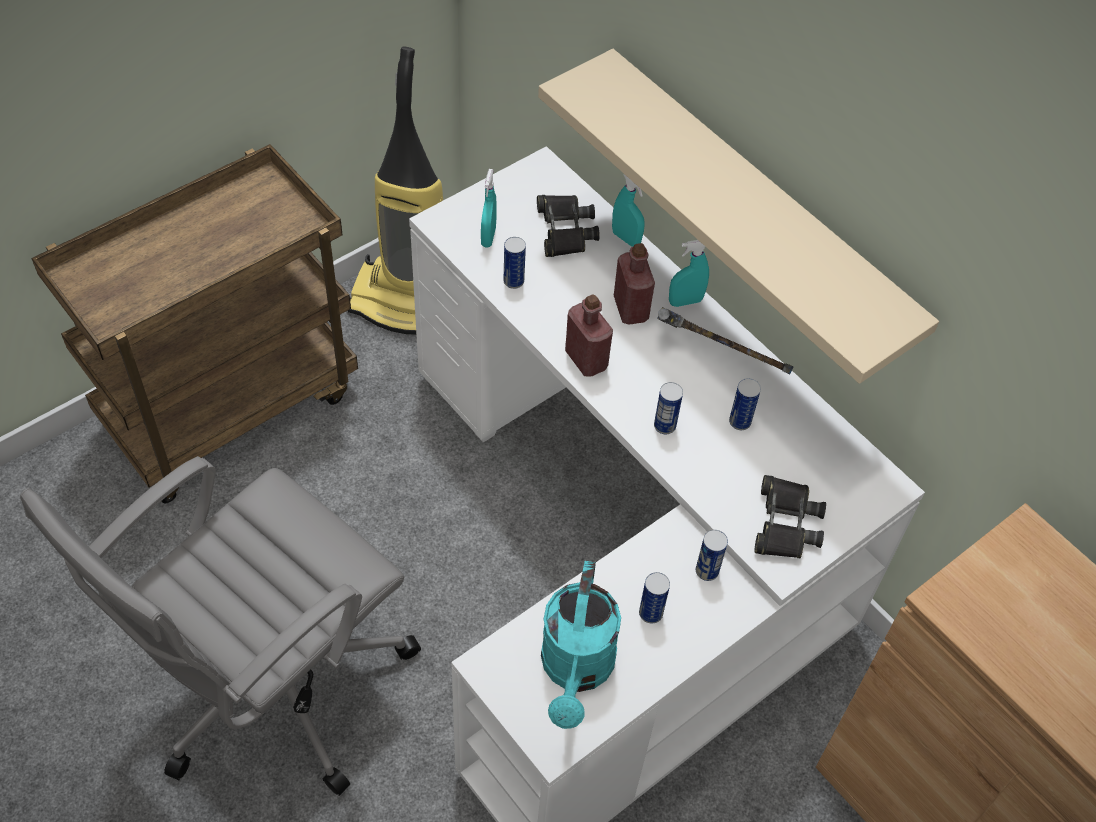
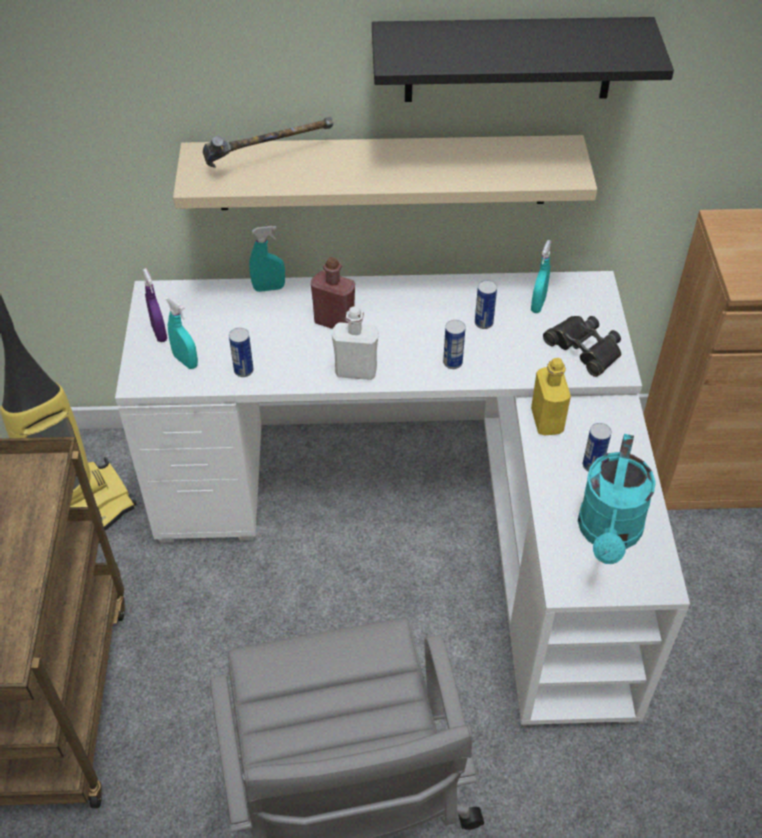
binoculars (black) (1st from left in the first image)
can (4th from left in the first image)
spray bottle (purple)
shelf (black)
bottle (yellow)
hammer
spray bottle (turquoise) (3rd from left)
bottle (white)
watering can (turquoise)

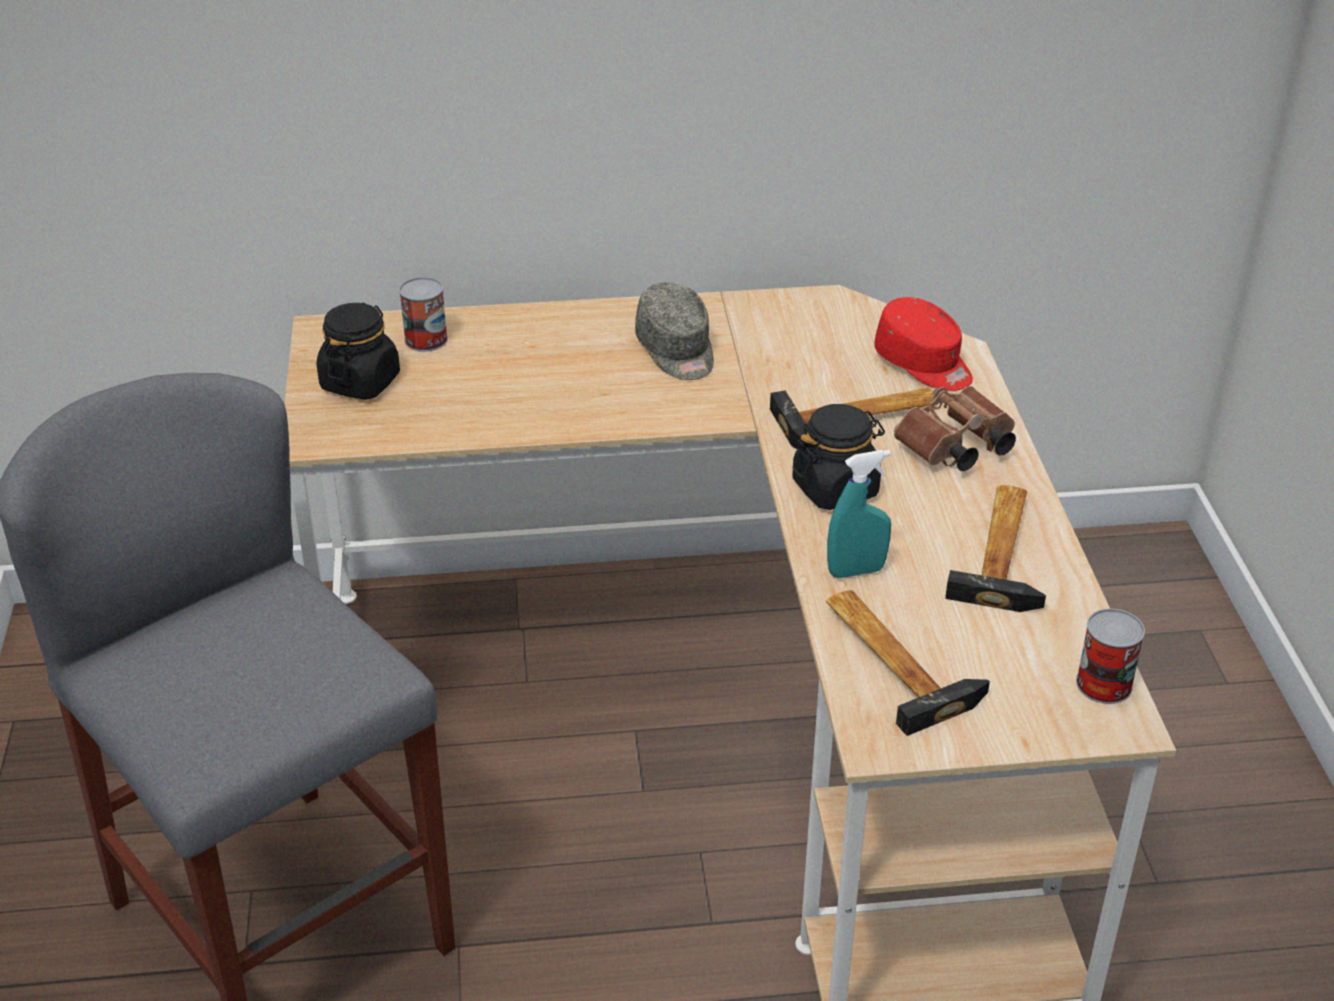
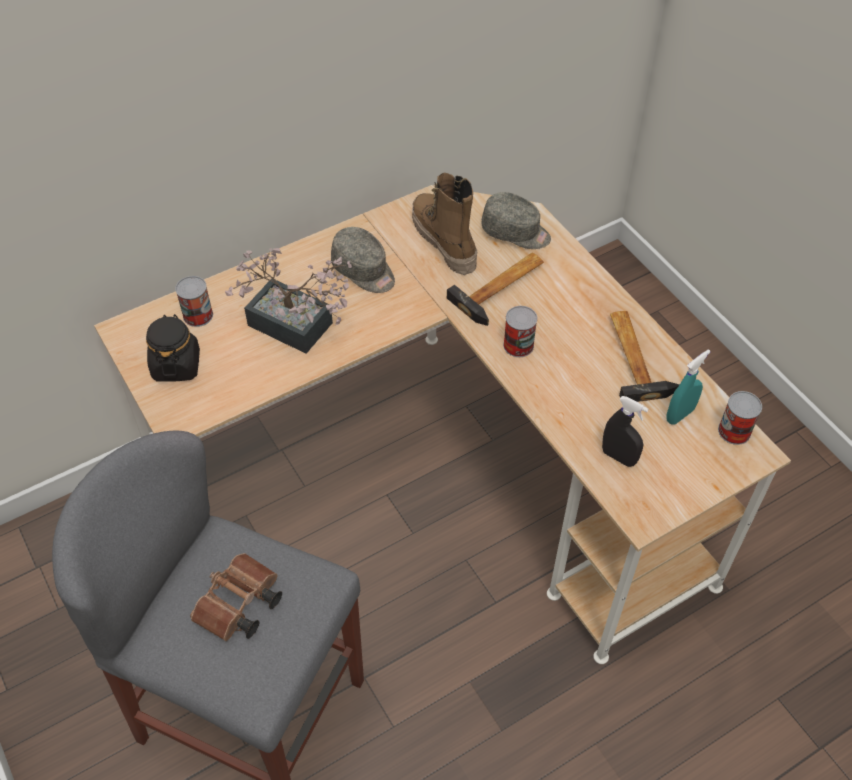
potted plant
boot
spray bottle (turquoise)
binoculars (brown)
can (2nd from left)
spray bottle (black)
cap (grey) (2nd from left)

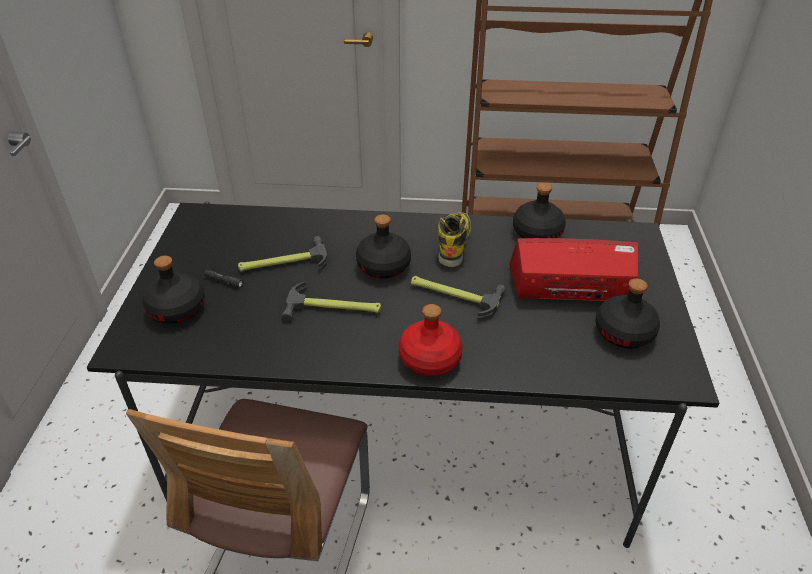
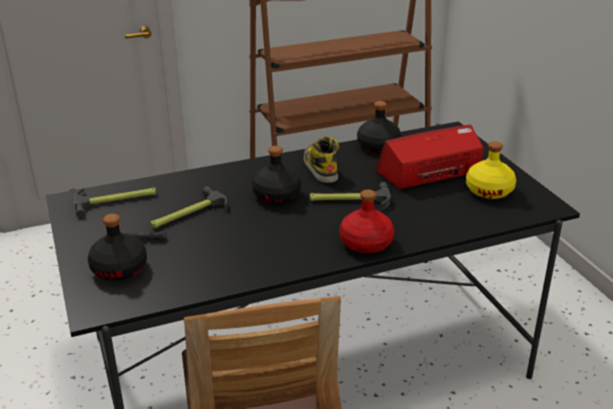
hammer (1st from left)
bottle (yellow)

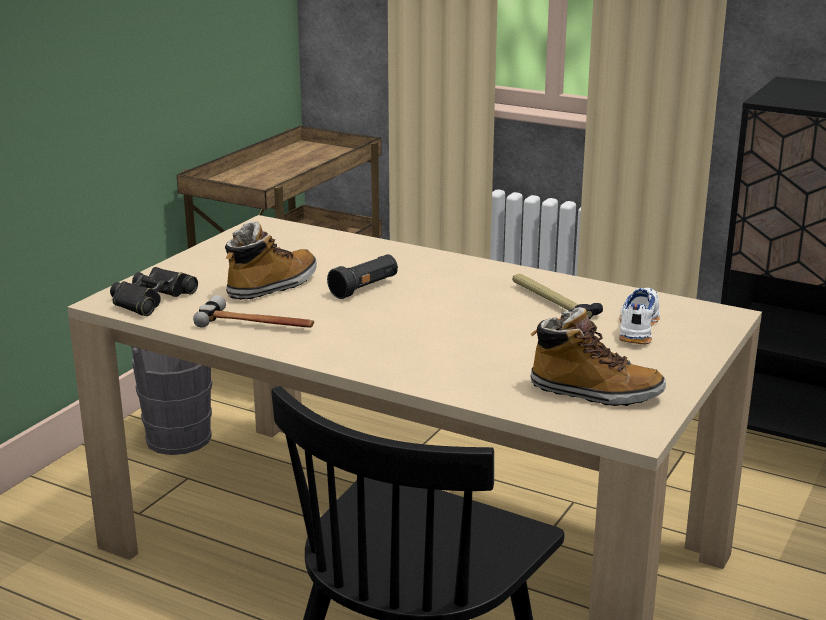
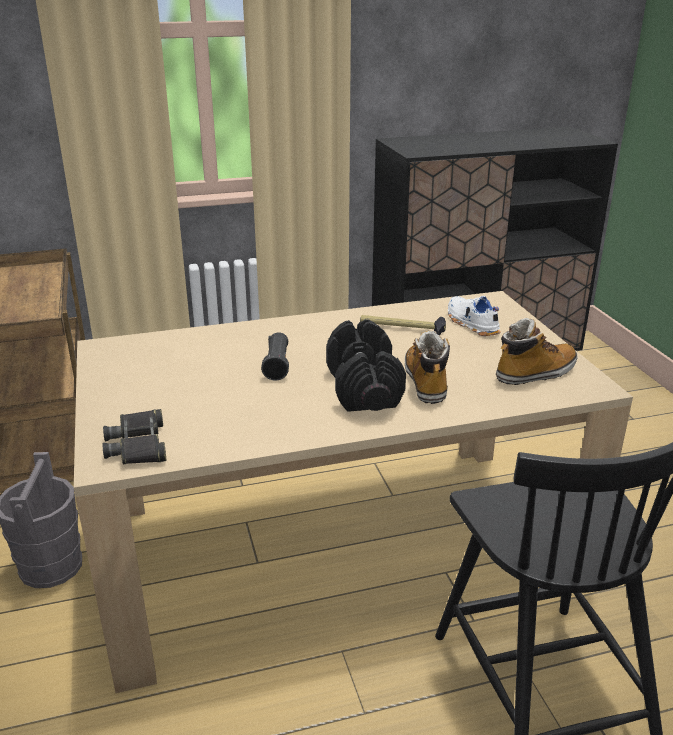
hammer (1st from left in the first image)
dumbbell (black)
boot (1st from left)

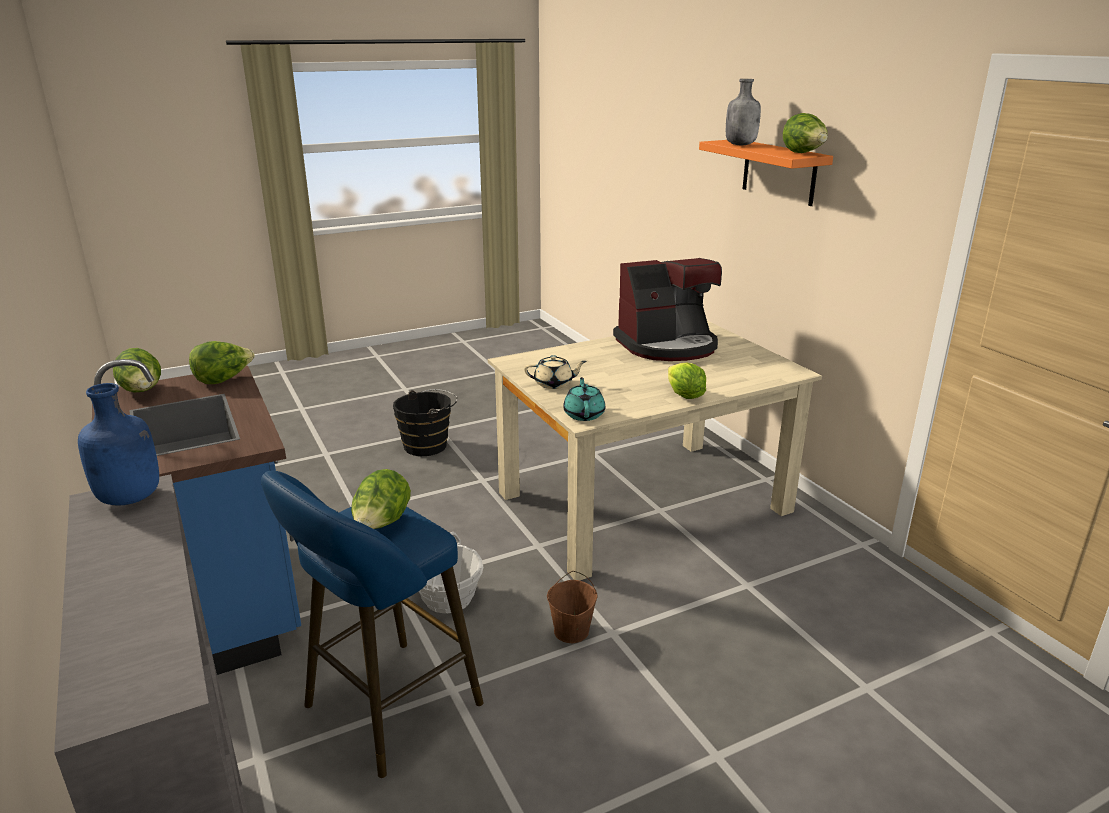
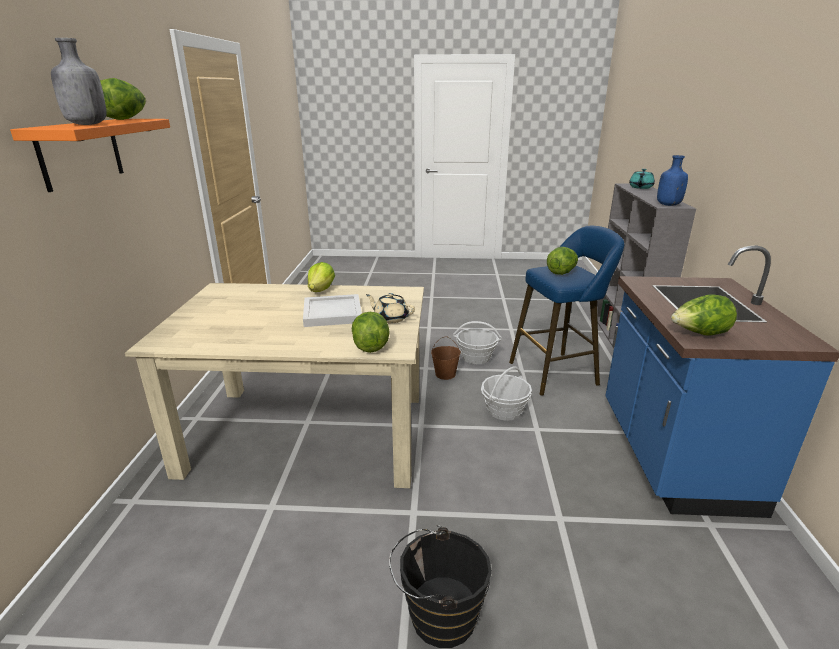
coffee machine
tray (white)
basket (1st from left)
lettuce (3rd from left)
teapot (turquoise)

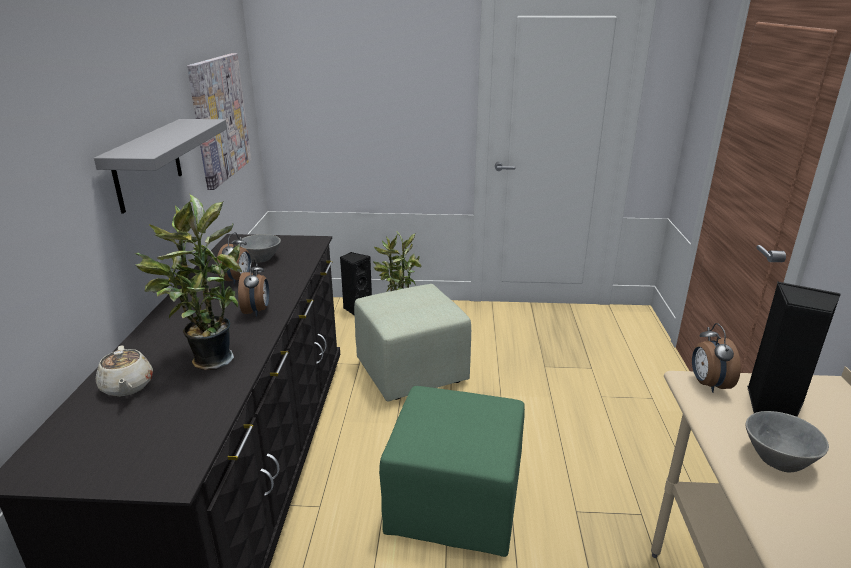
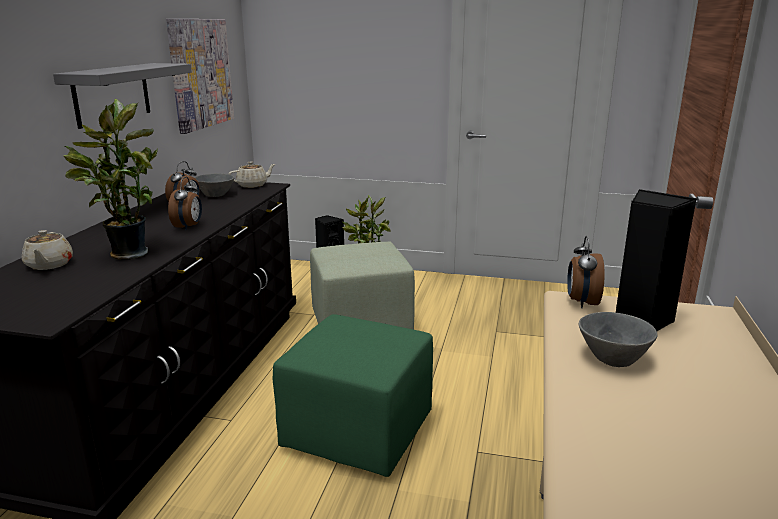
teapot (beige) (2nd from left)

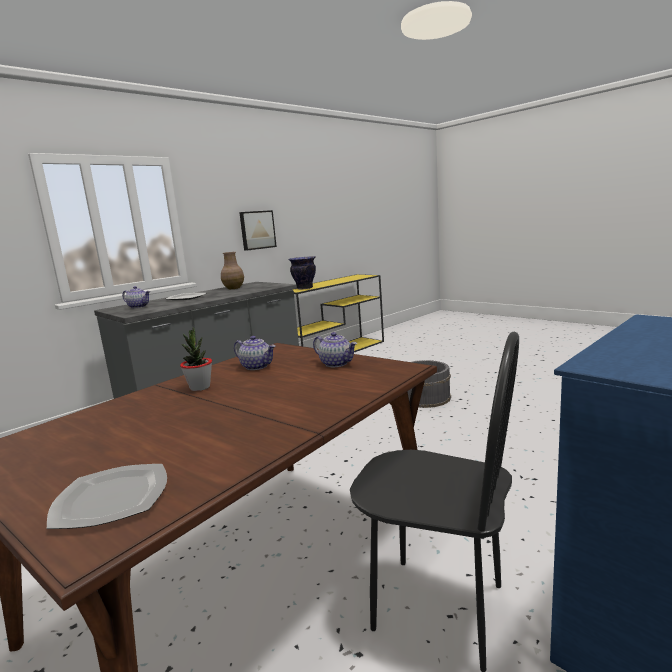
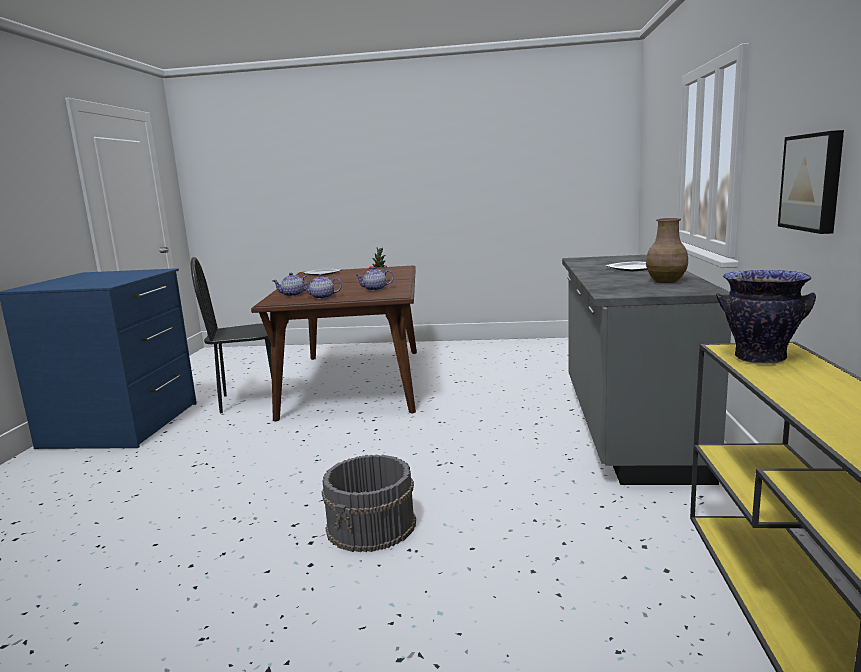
teapot (1st from left)

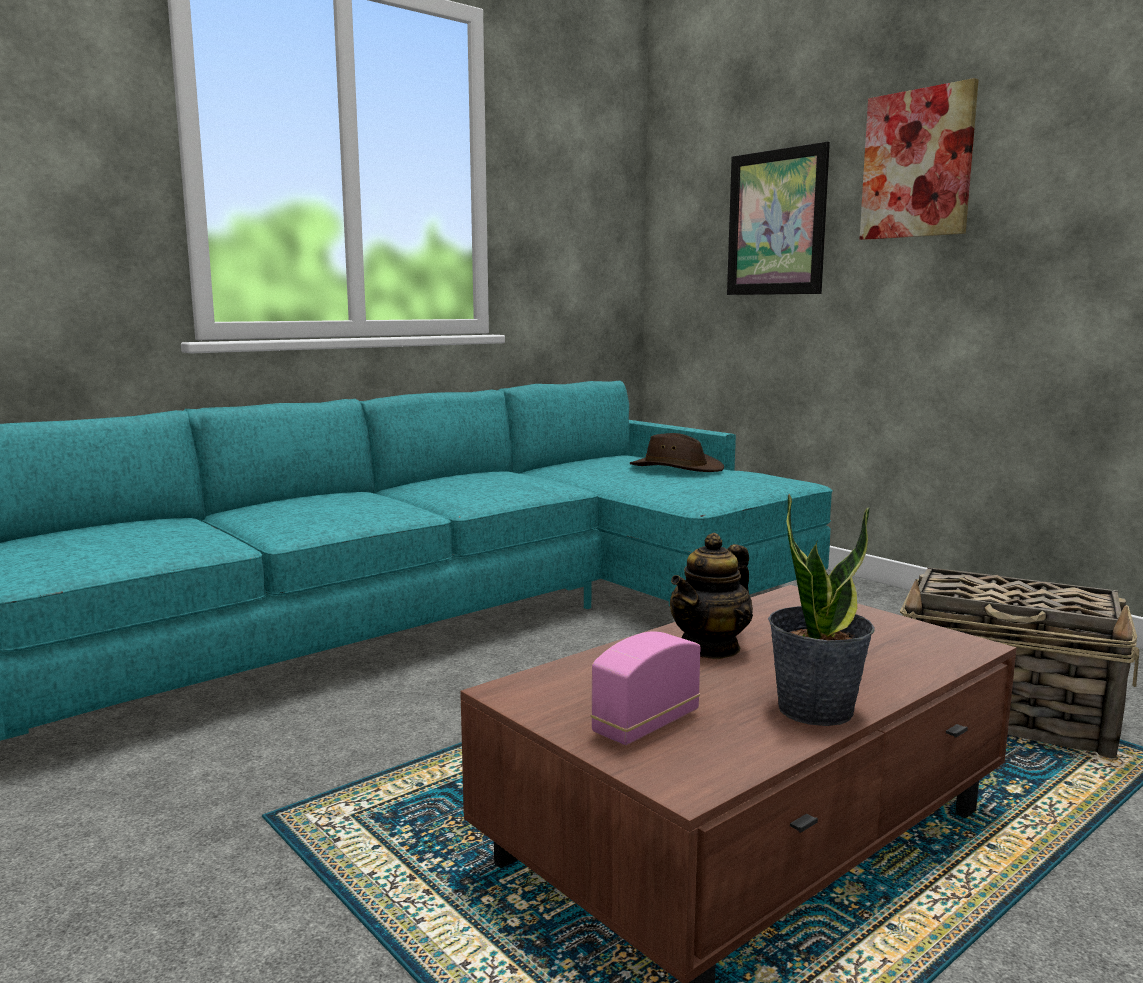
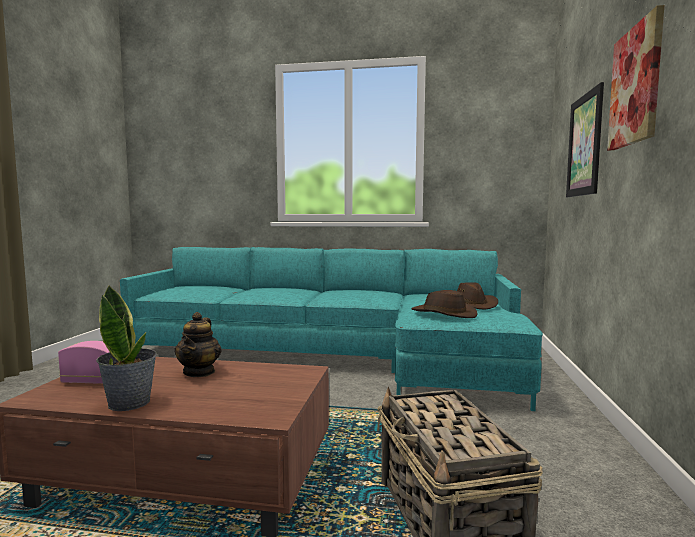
hat (brown) (1st from left)
teapot

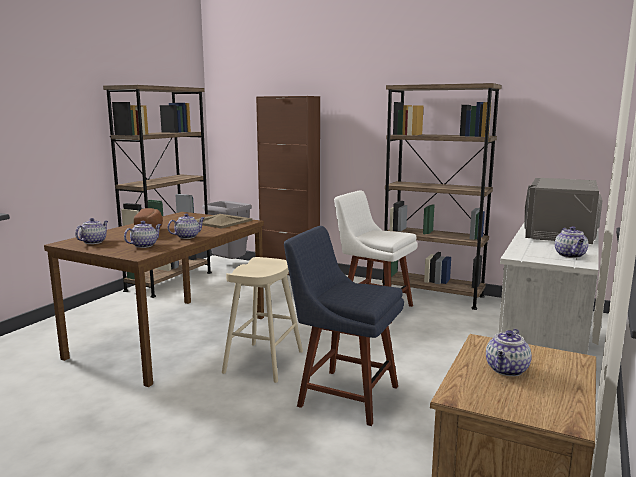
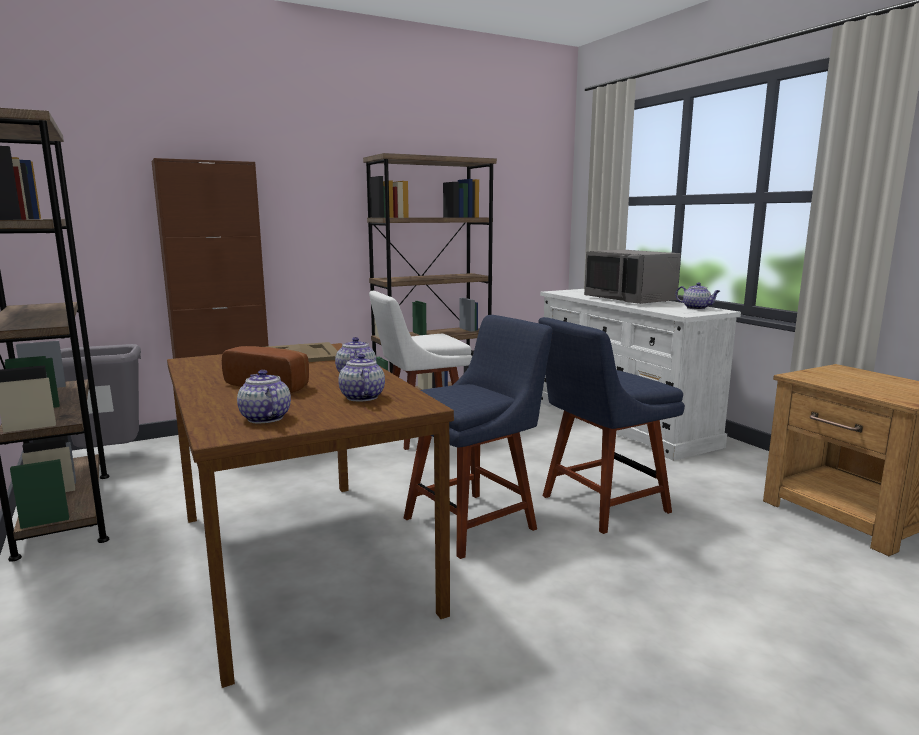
teapot (4th from left in the first image)
chair (blue) (1st from left)

